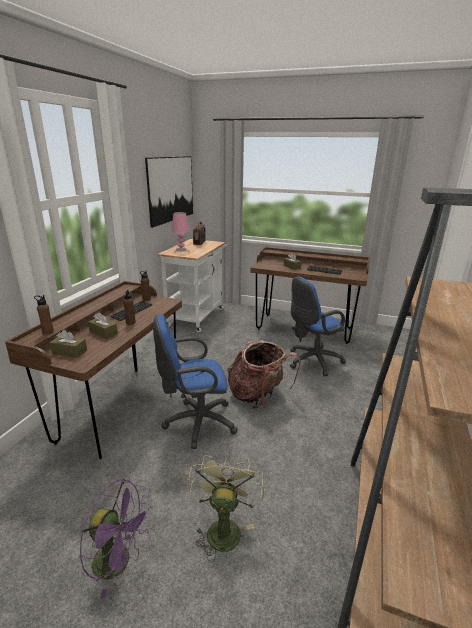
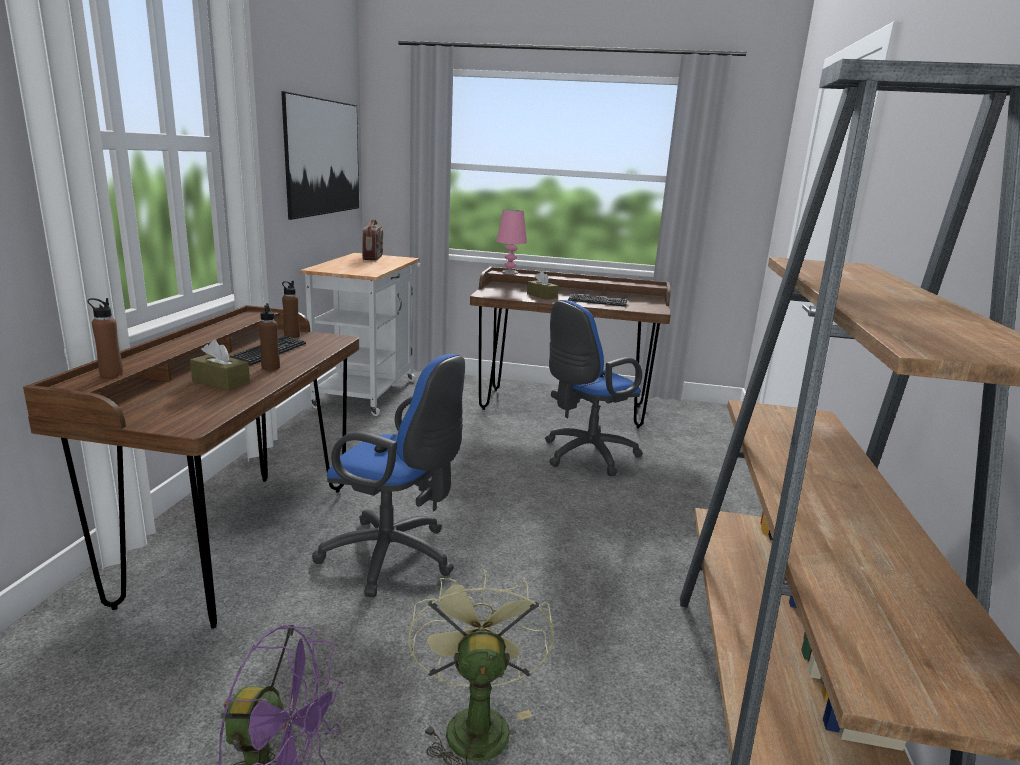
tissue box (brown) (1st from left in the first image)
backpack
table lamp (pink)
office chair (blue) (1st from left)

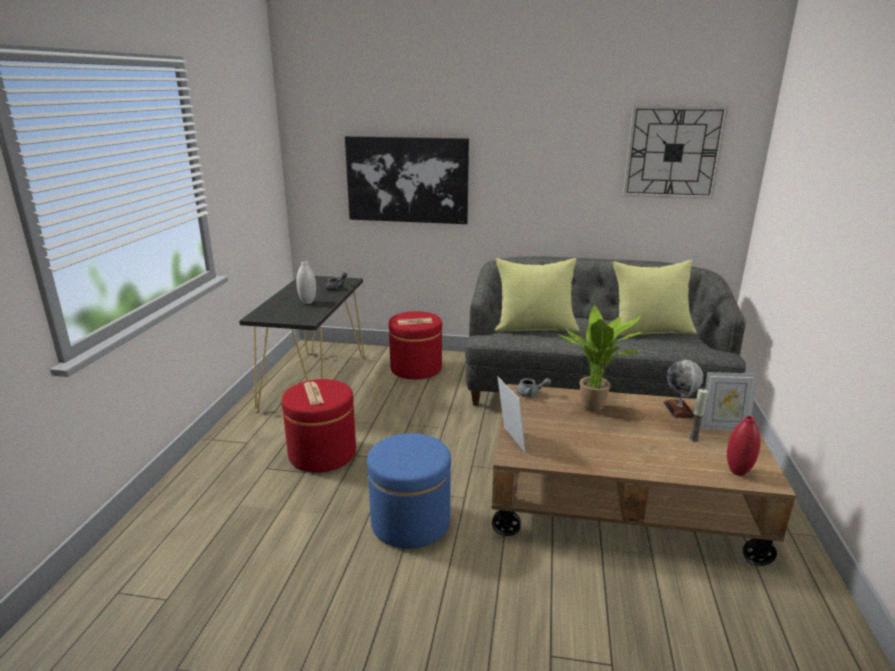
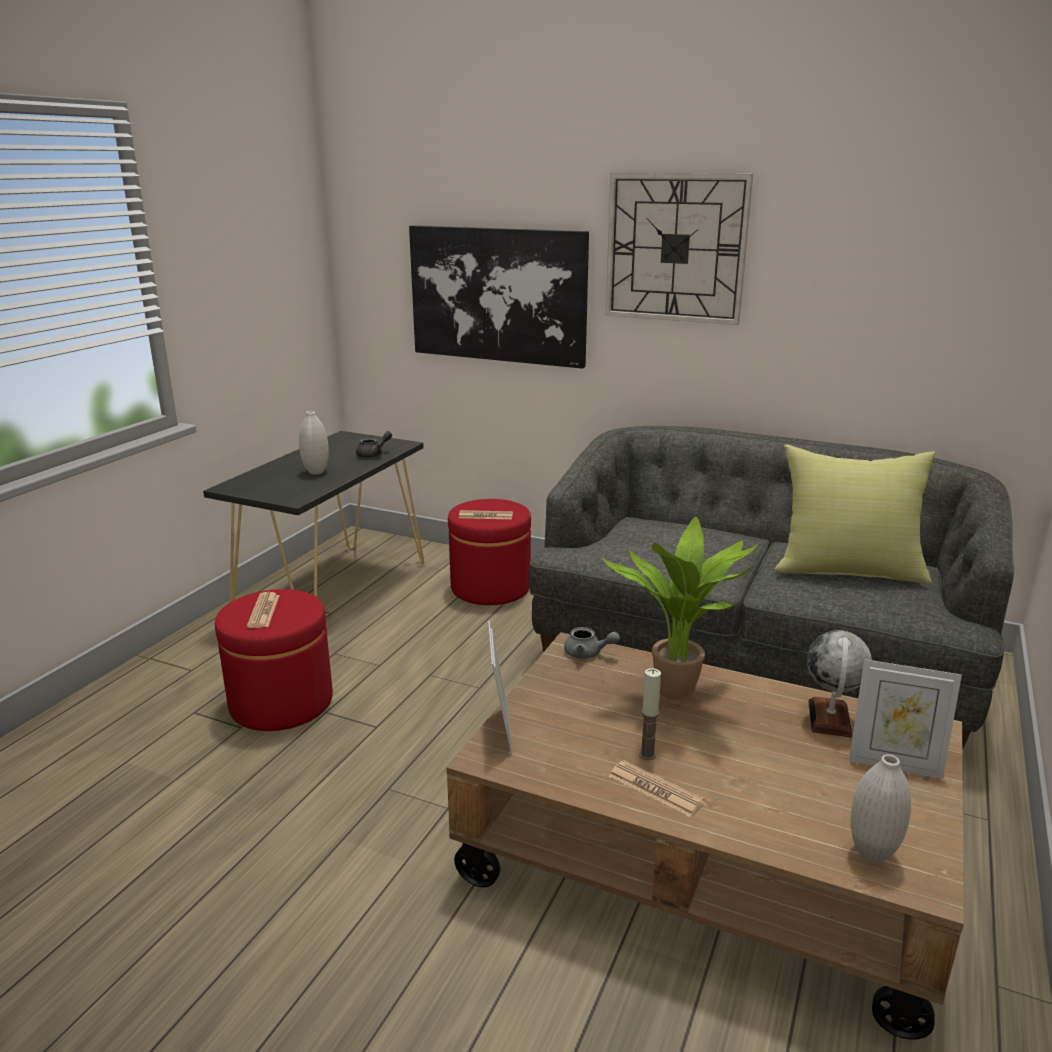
ottoman (blue)
pillow (yellow) (1st from left in the first image)
newspaper (3rd from left)
wall clock
candle
vase (white) (2nd from left)

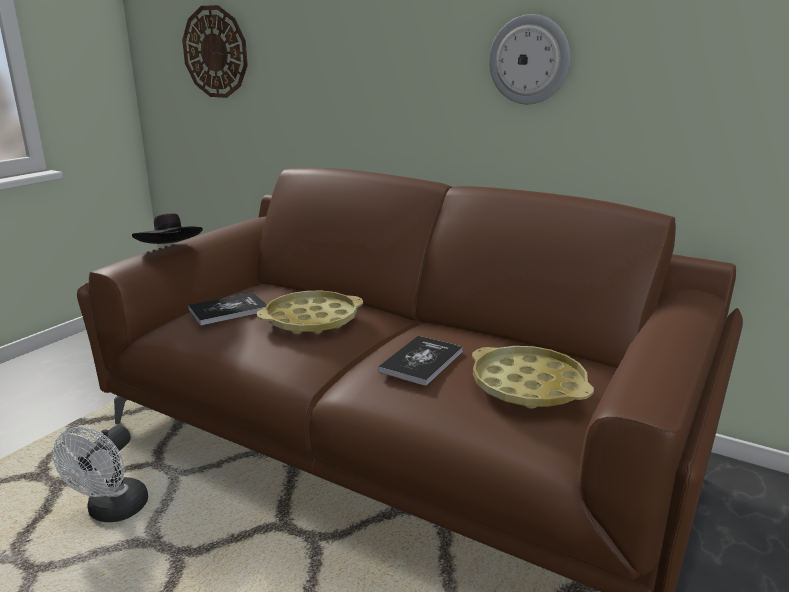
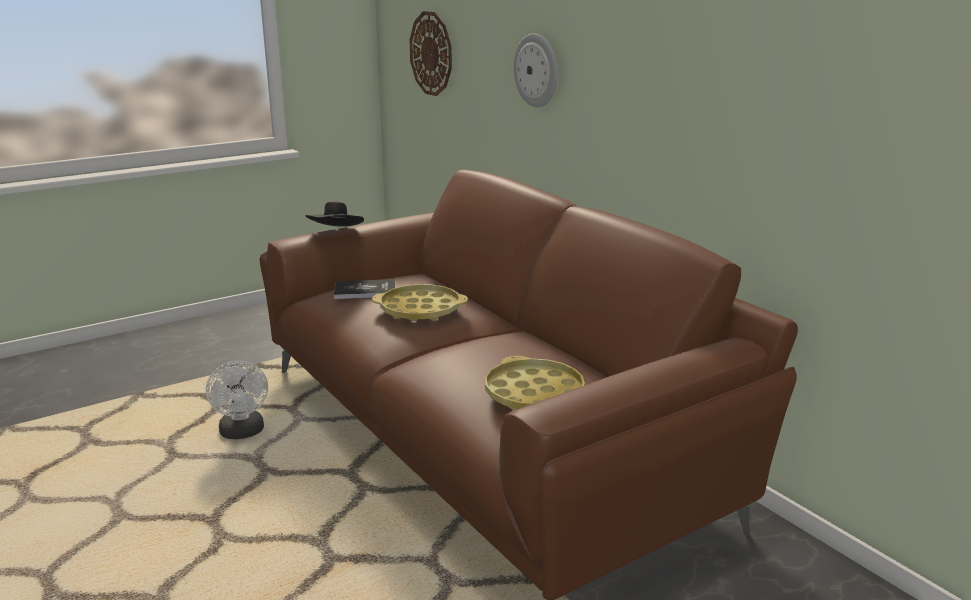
book (2nd from left in the first image)
wall clock (2nd from left)
fan (white)

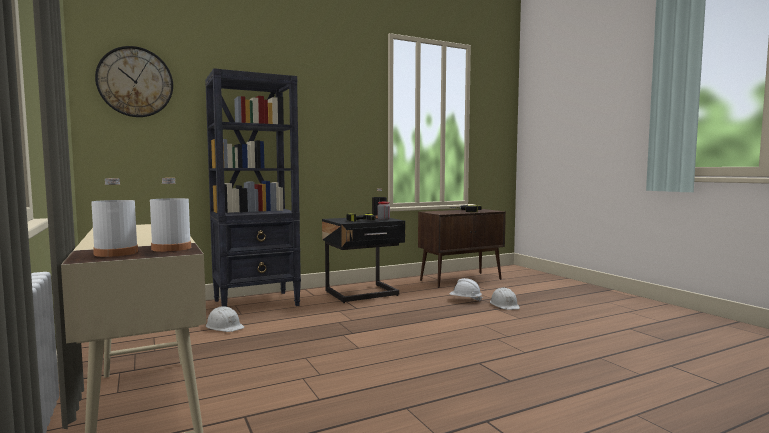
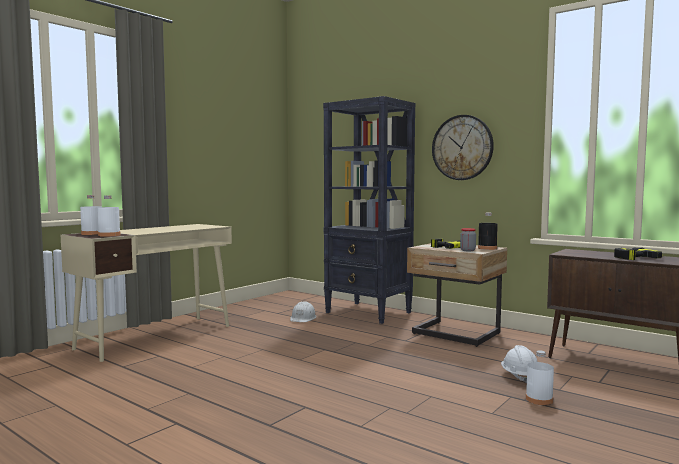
wall clock
bottle (white) (3rd from left)
nightstand (beige)

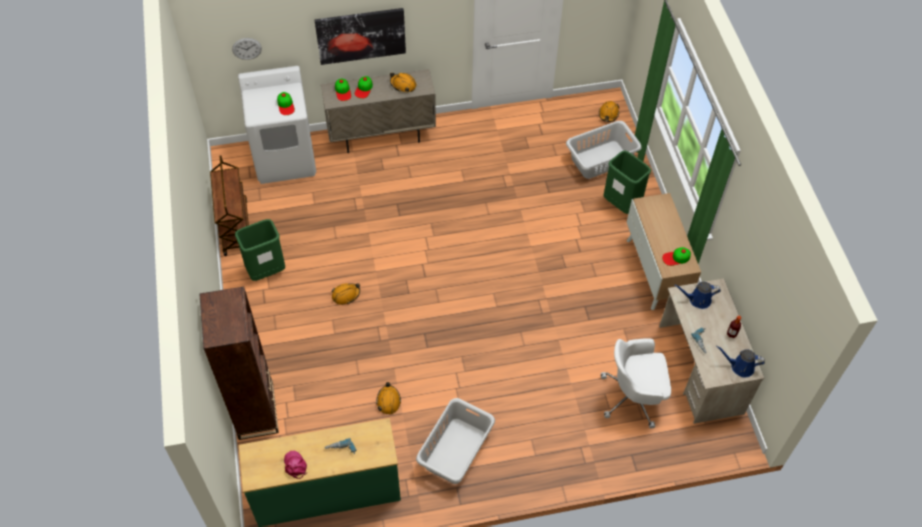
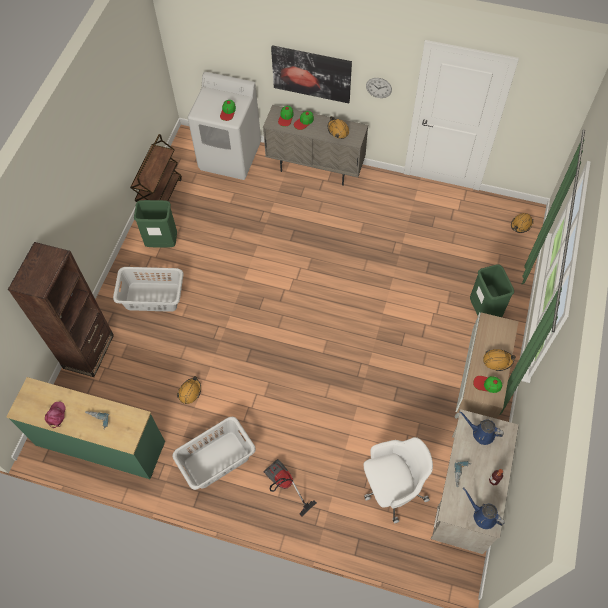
vacuum cleaner
wall clock
hard hat (orange) (3rd from left)
laundry basket (grey) (1st from left)
office chair (white)

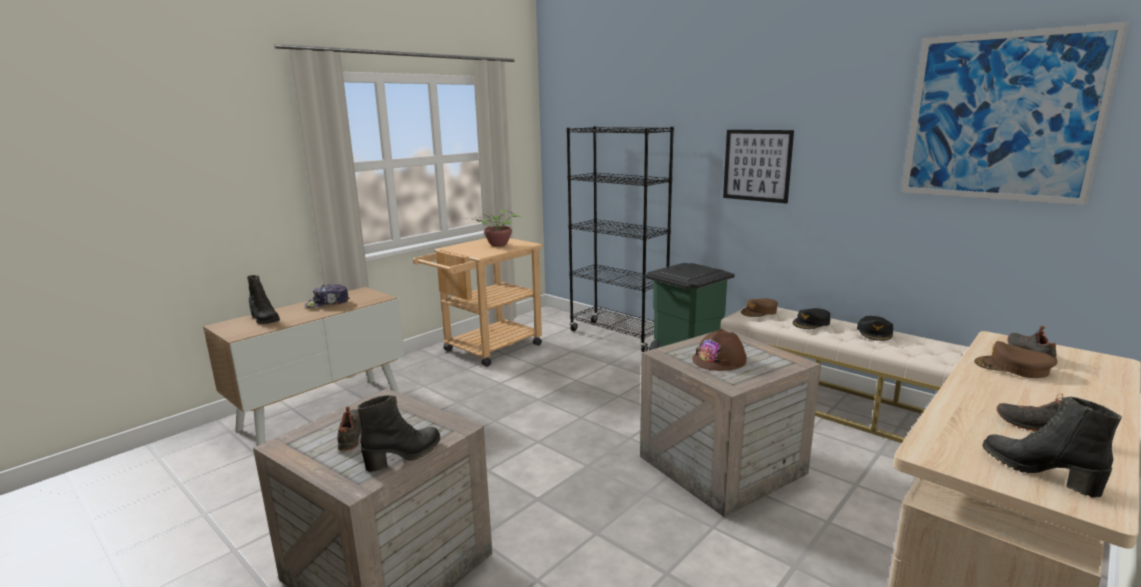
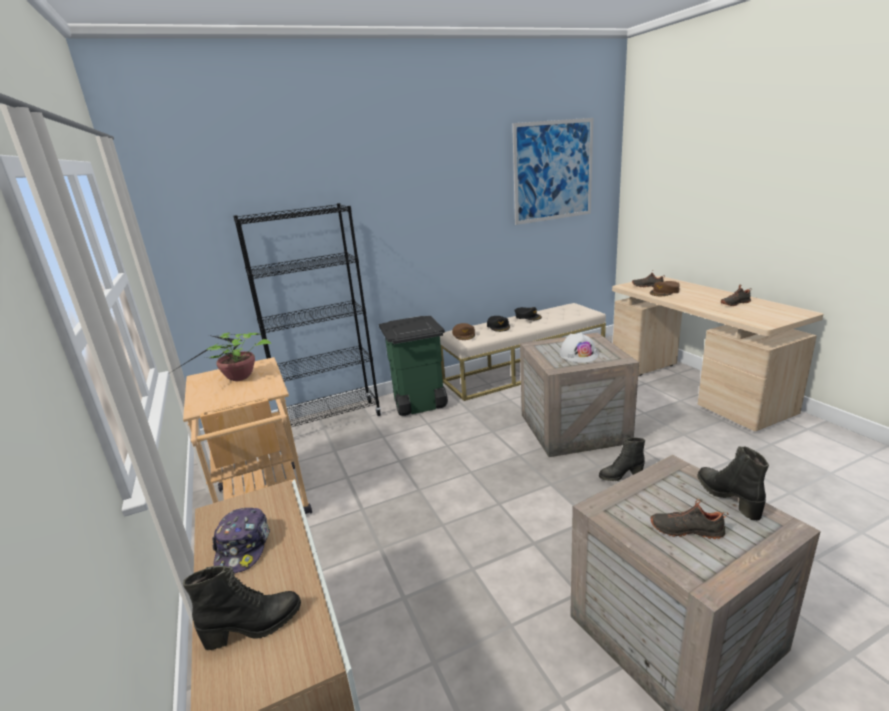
picture (1st from left in the first image)
boot (black) (2nd from left)
hard hat (white)

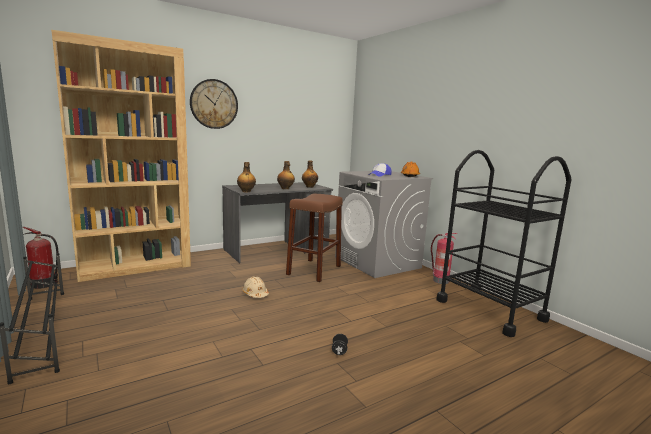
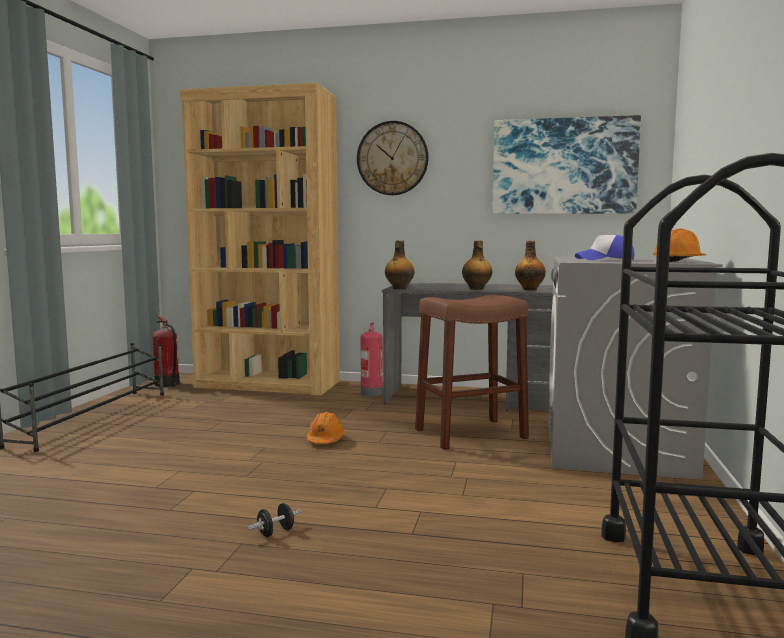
picture
fire extinguisher (2nd from left)
hard hat (orange) (1st from left)

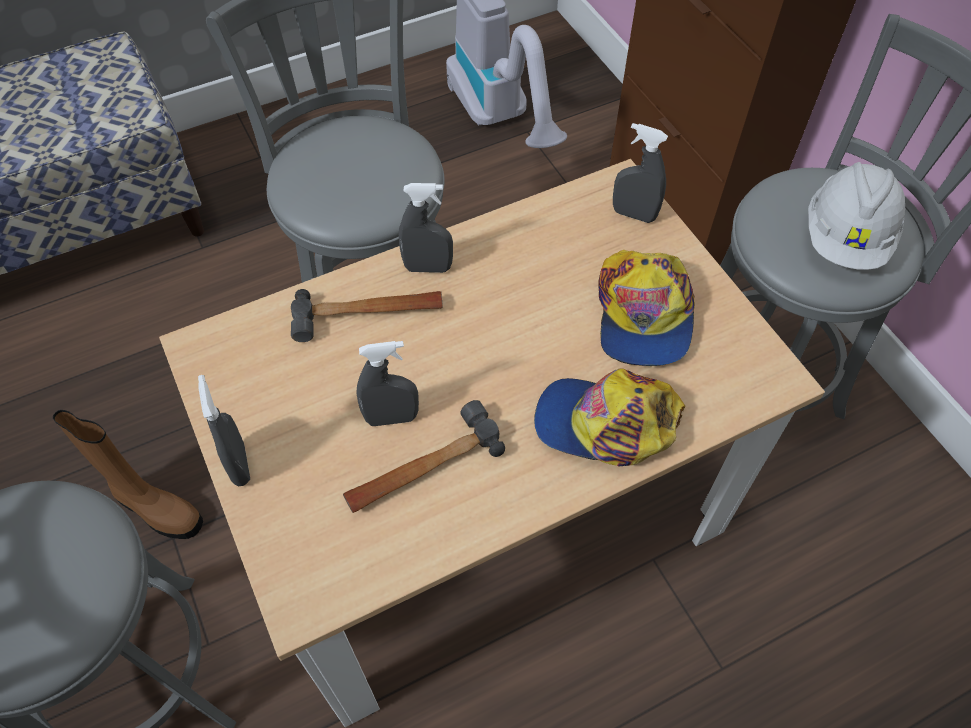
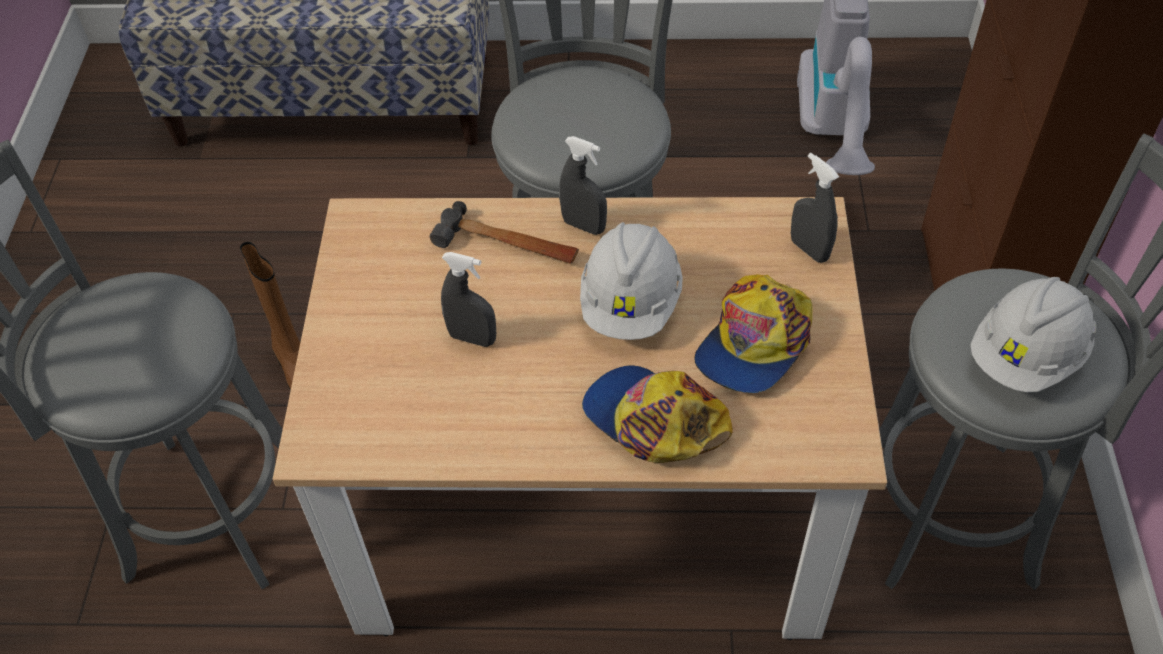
spray bottle (grey) (1st from left in the first image)
hammer (2nd from left in the first image)
hard hat (white) (1st from left)

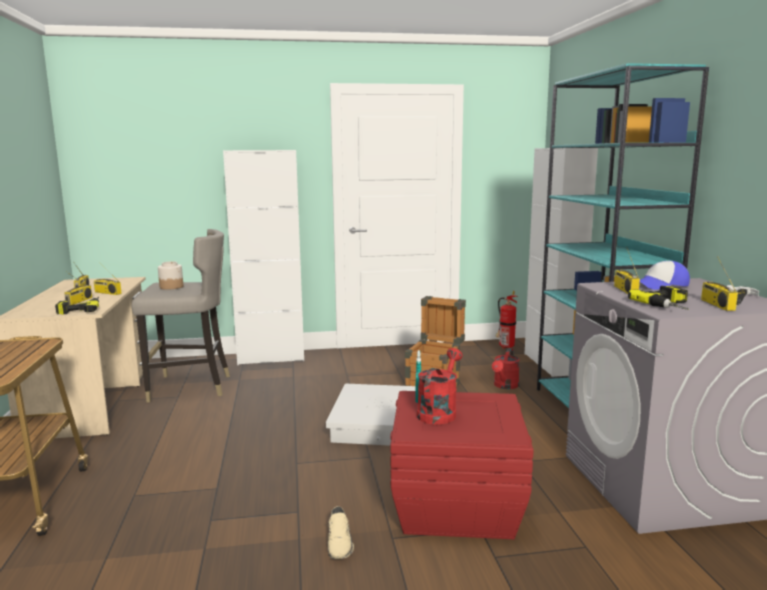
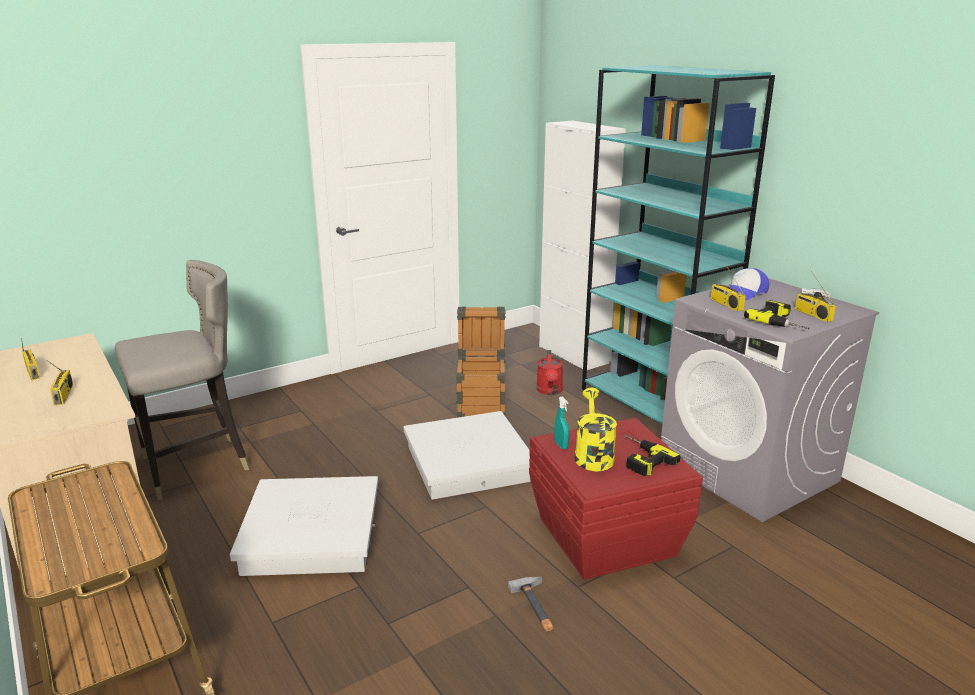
radio (3rd from left in the first image)
jar
cabinet (white) (1st from left in the first image)
fire extinguisher
storage box (white) (1st from left)
power drill (1st from left)
hammer (1st from left)
watering can (yellow)

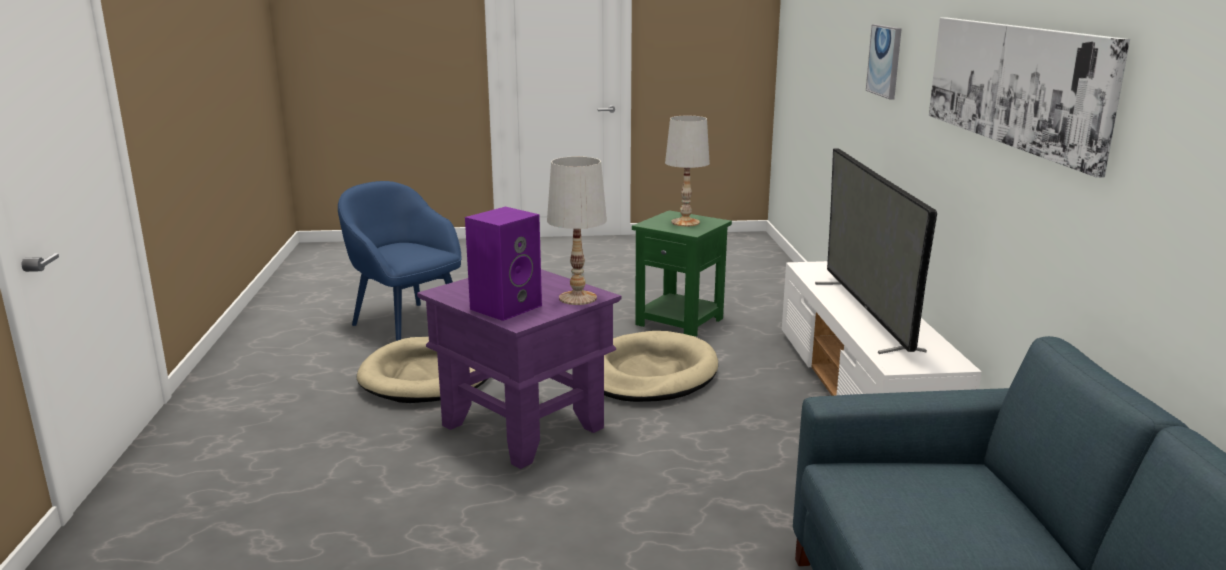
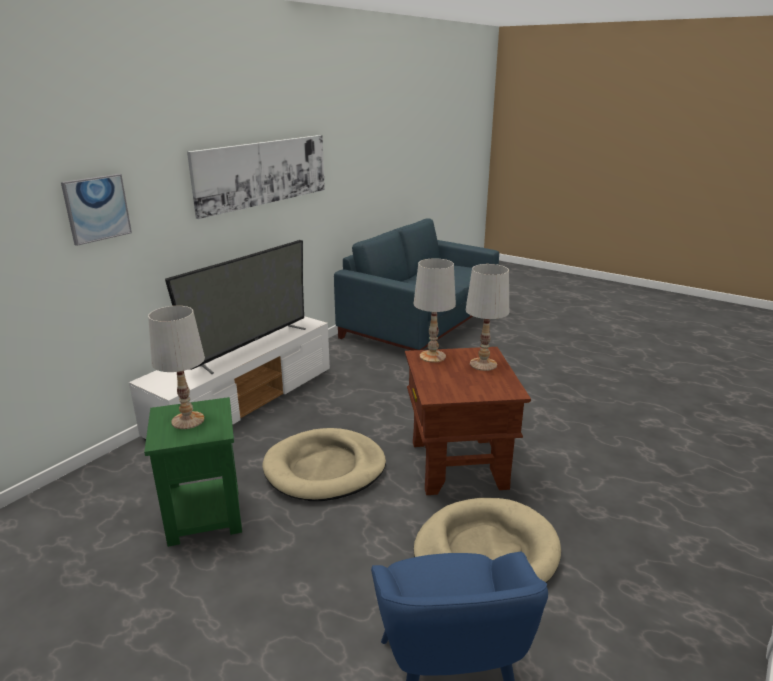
table lamp (white) (3rd from left)
side table (brown)

